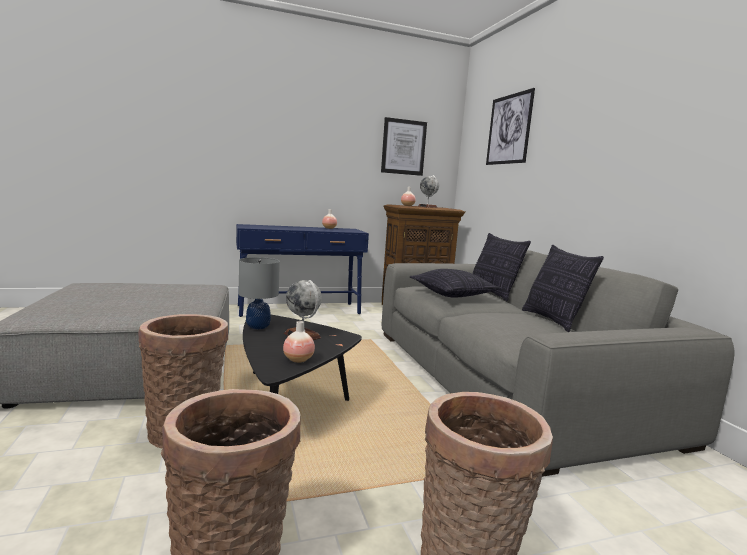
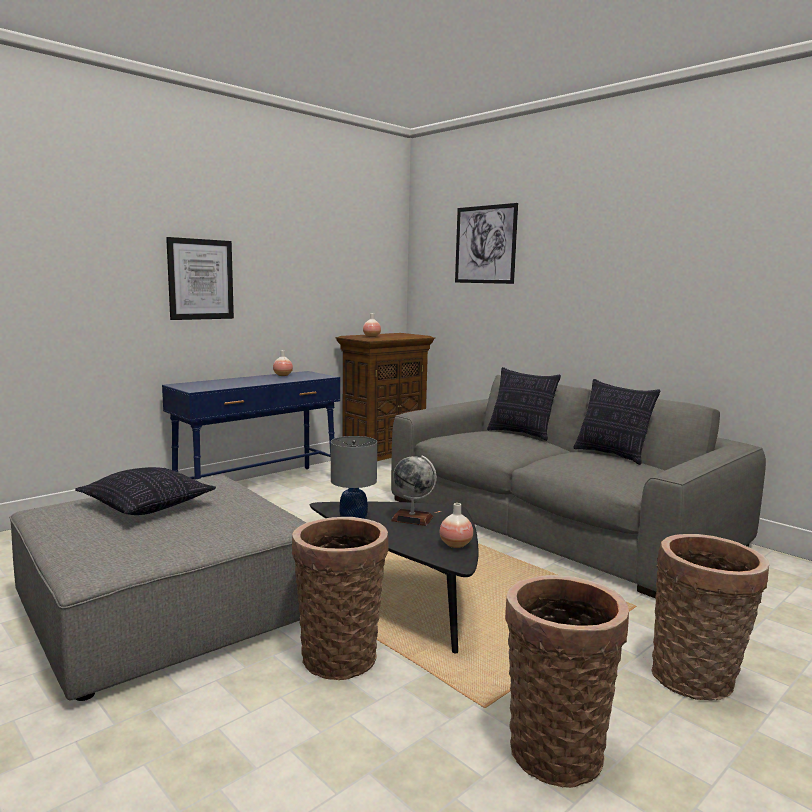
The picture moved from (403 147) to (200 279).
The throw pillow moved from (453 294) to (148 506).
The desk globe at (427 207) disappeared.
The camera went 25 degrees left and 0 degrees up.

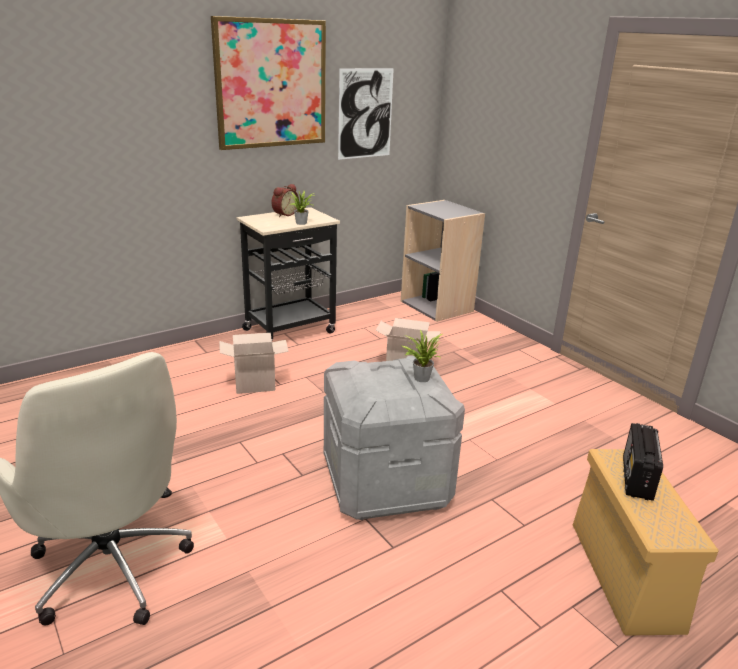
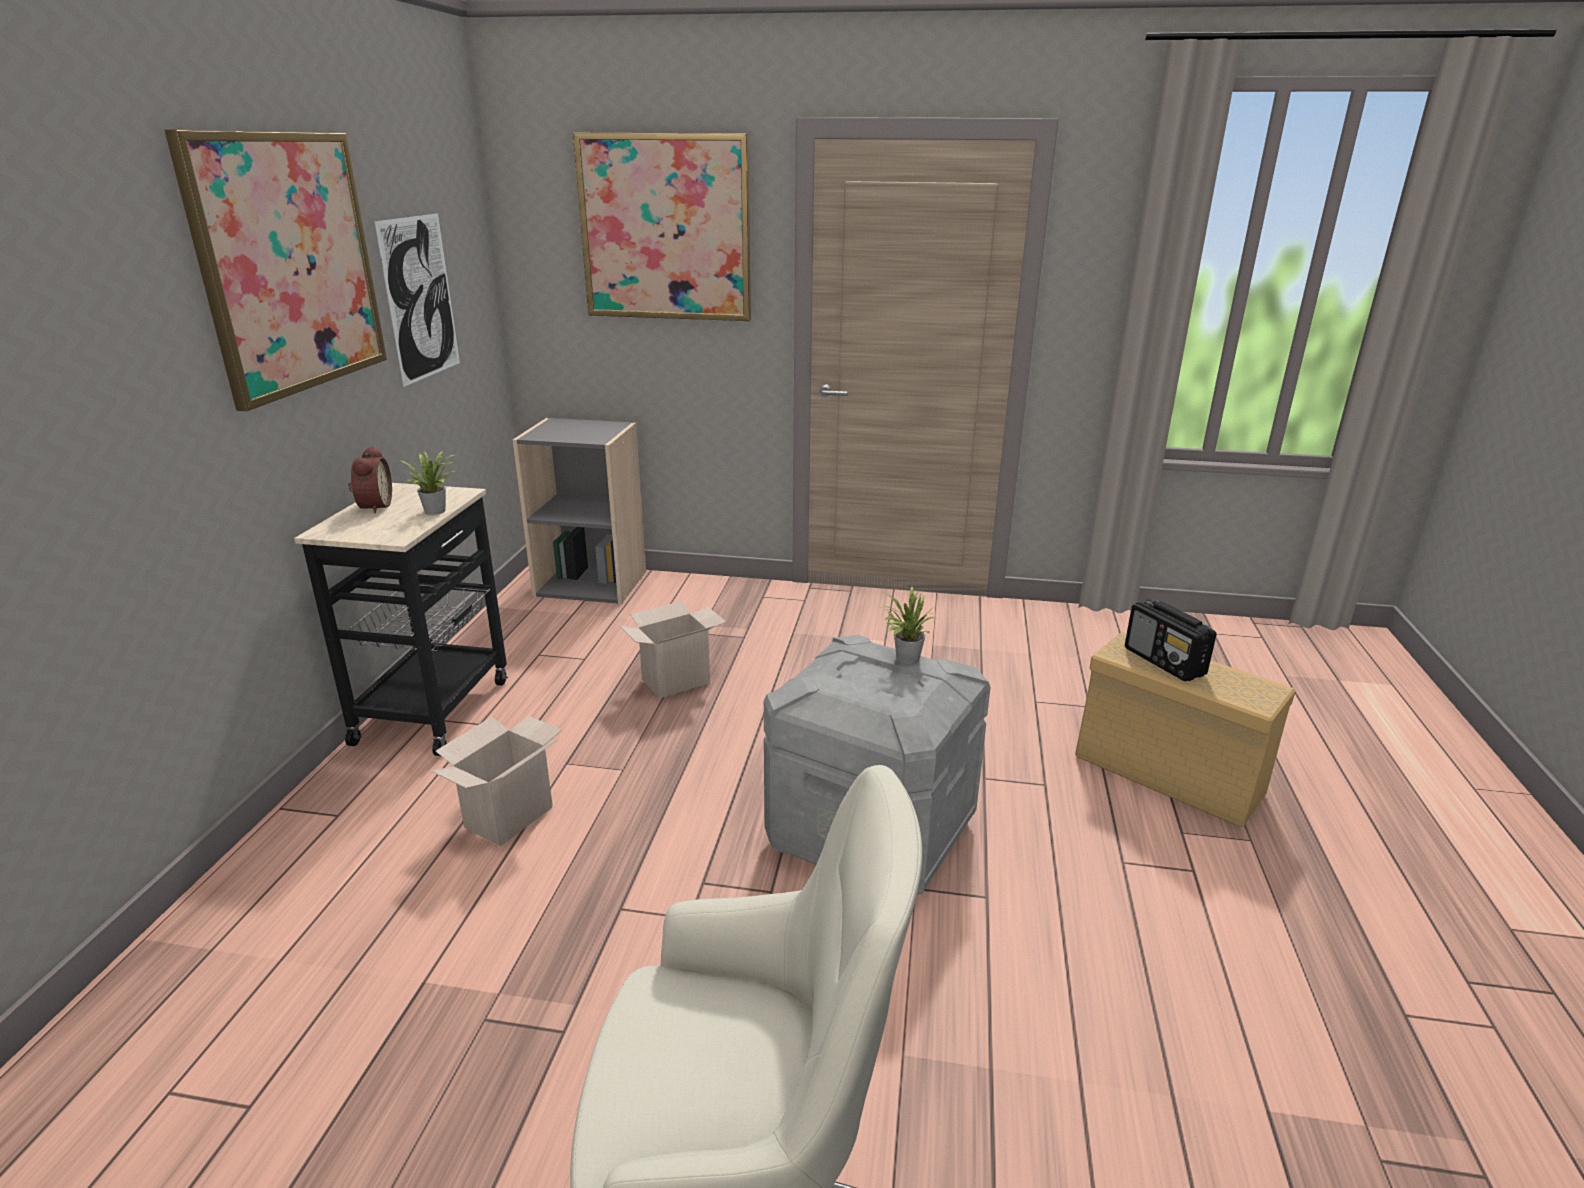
The picture at (665 228) appeared.
The camera went 45 degrees left and 0 degrees up.

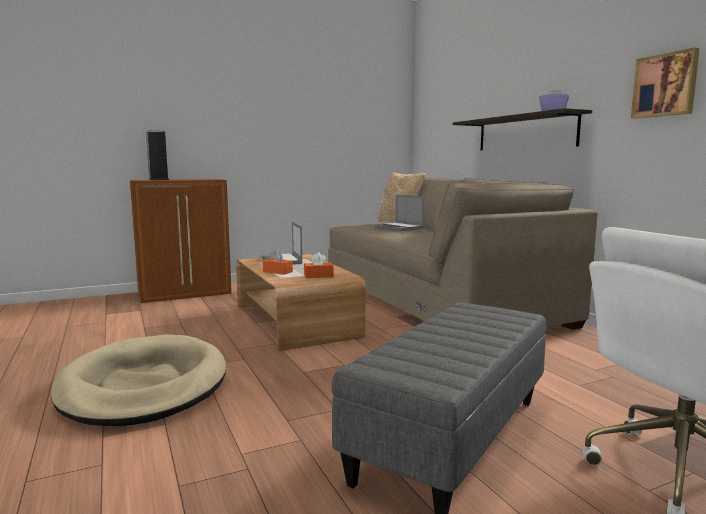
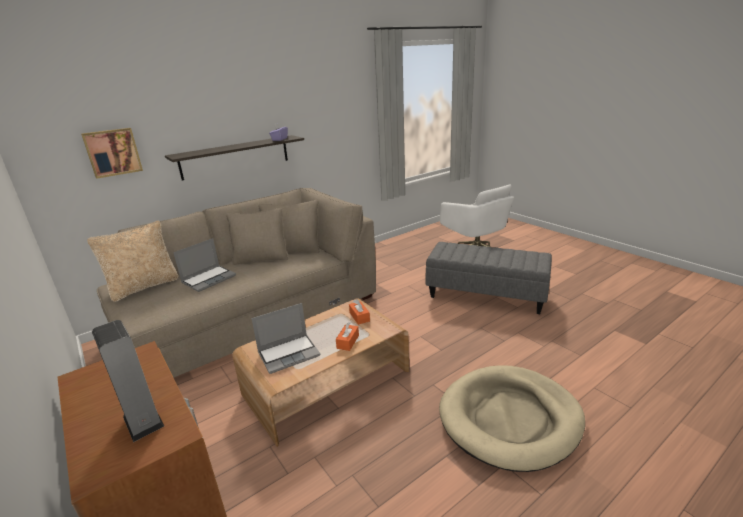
The picture moved from (665 85) to (112 152).
The camera went 100 degrees left and 15 degrees up.

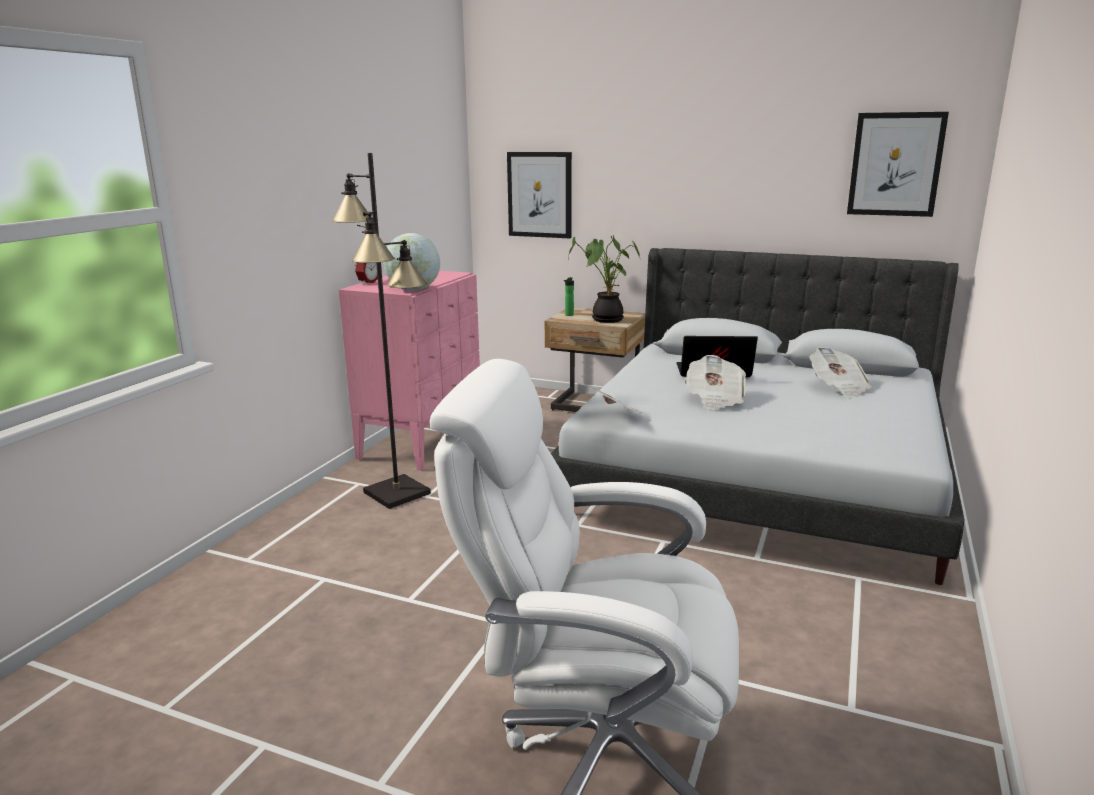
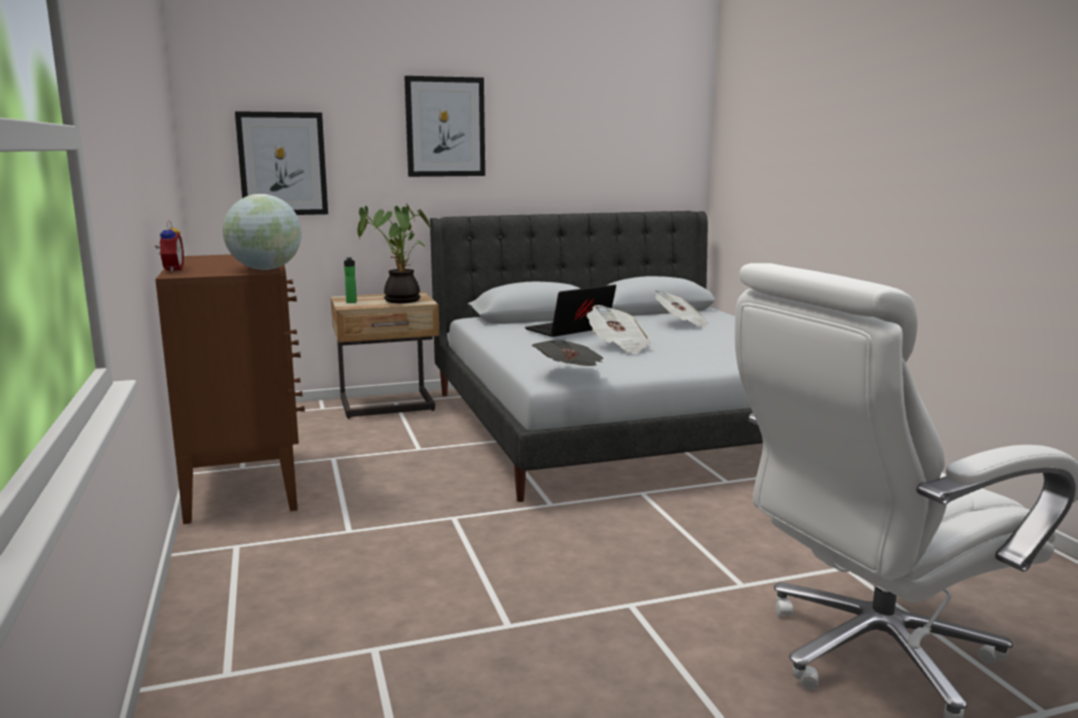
The black-coloured floor lamp at (397 492) disappeared.
The pinkish dresser at (422 443) became the brown-coloured dresser at (247 484).
The picture moved from (895 164) to (445 127).
The camera went 40 degrees left and 5 degrees down.

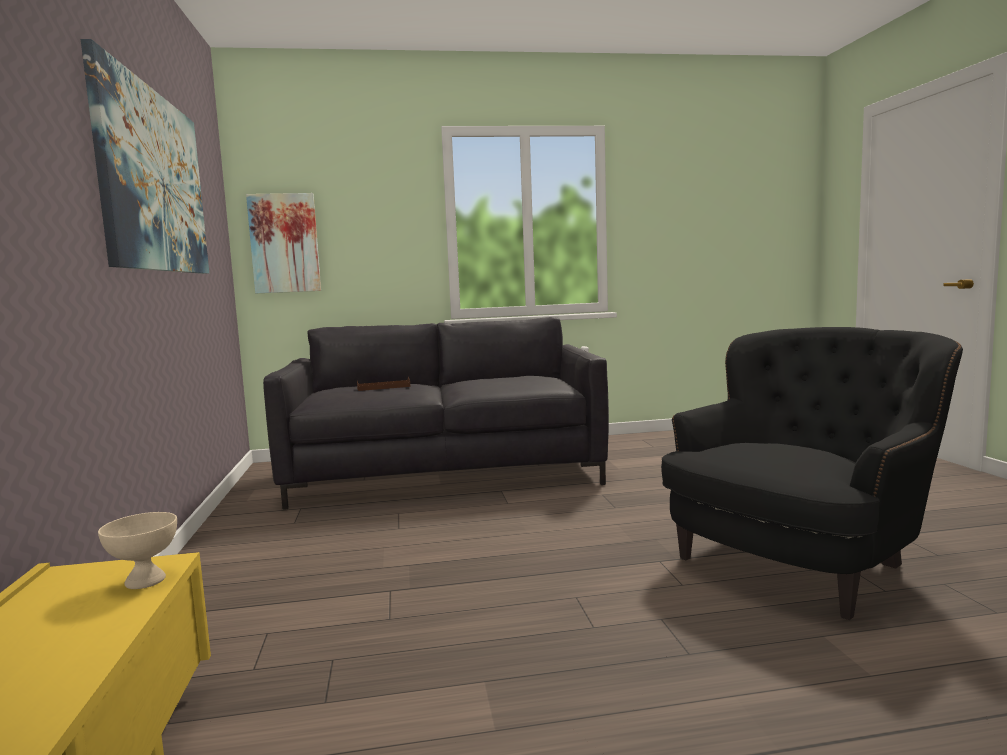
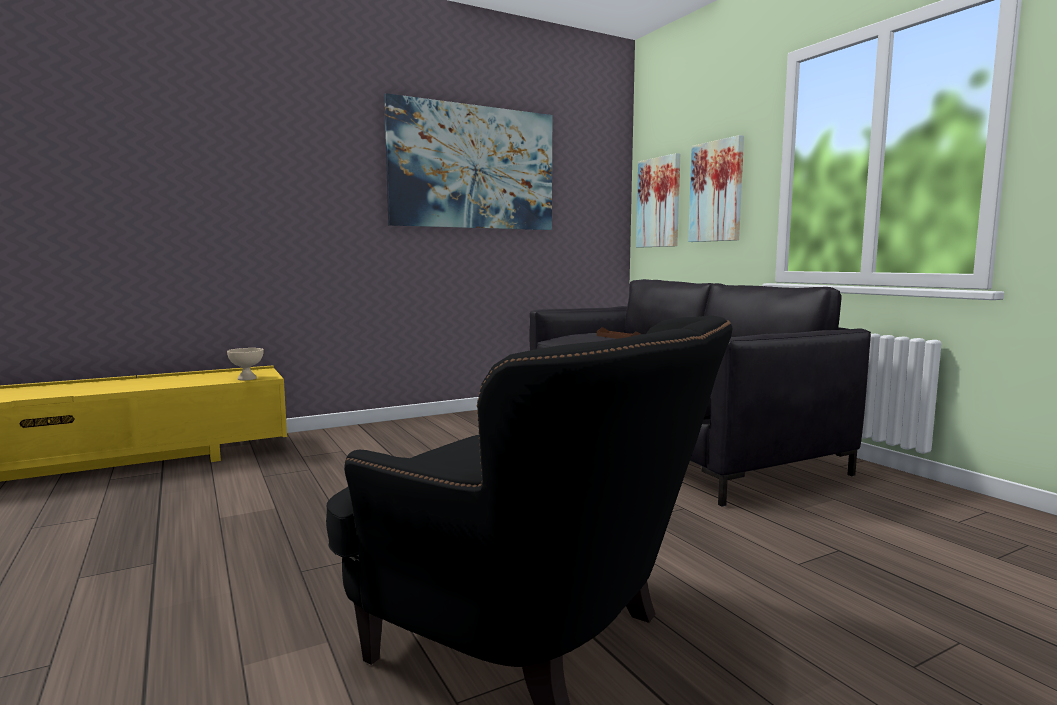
The picture at (716 191) appeared.
The camera went 70 degrees right and 0 degrees up.

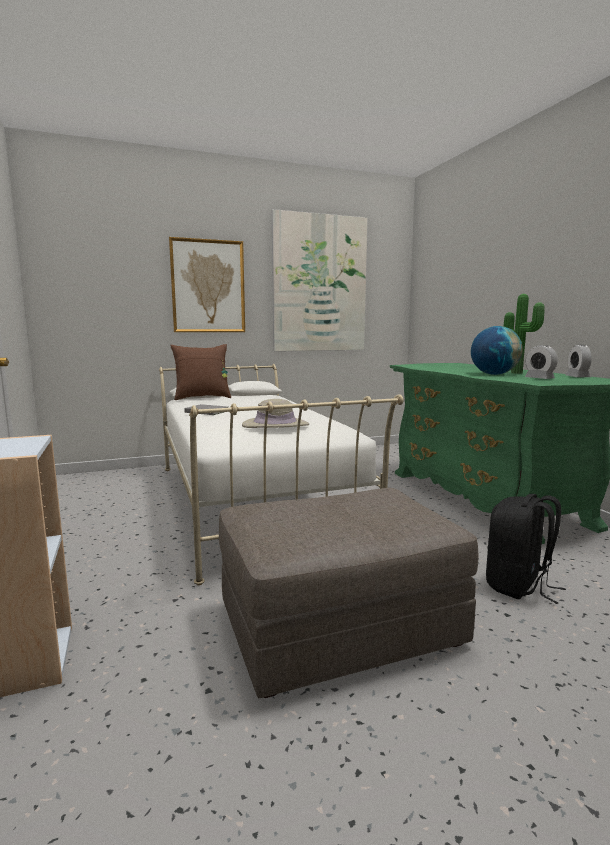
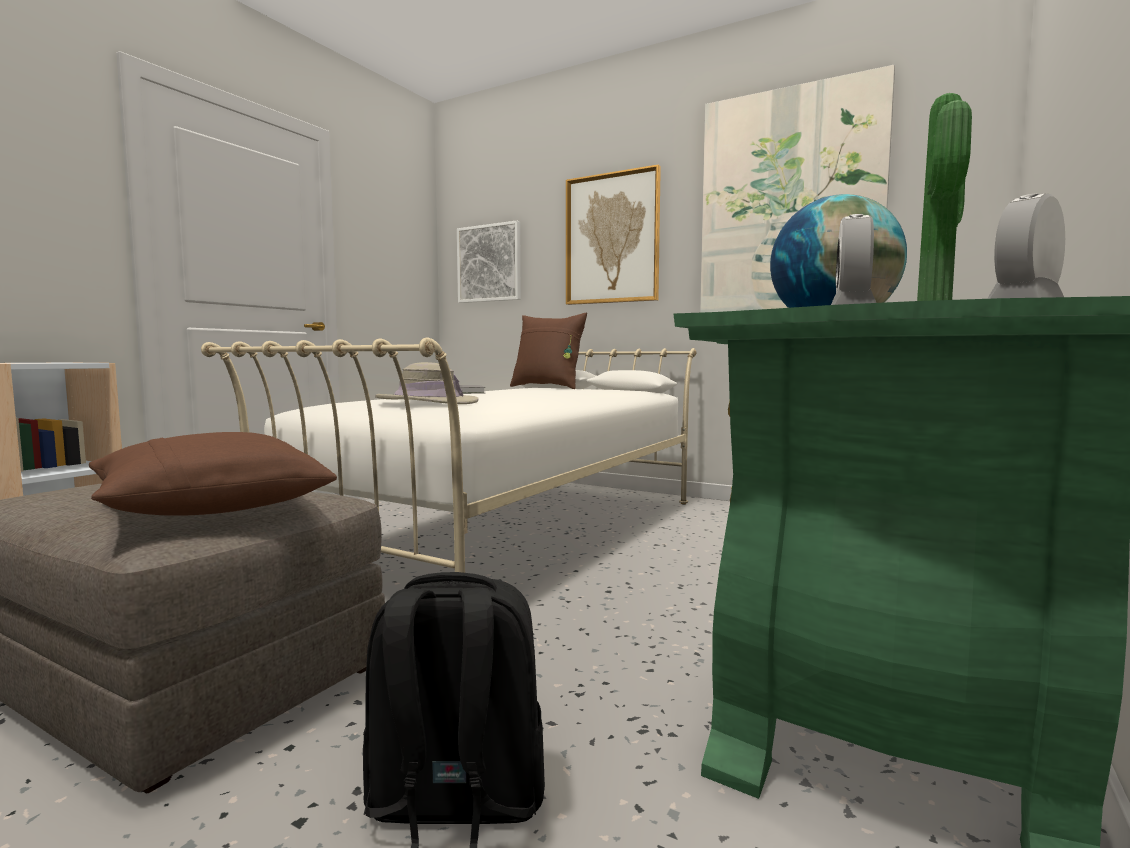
The brown-coloured throw pillow at (213 509) appeared.
The picture at (489 263) appeared.
The camera went 50 degrees right and 5 degrees down.

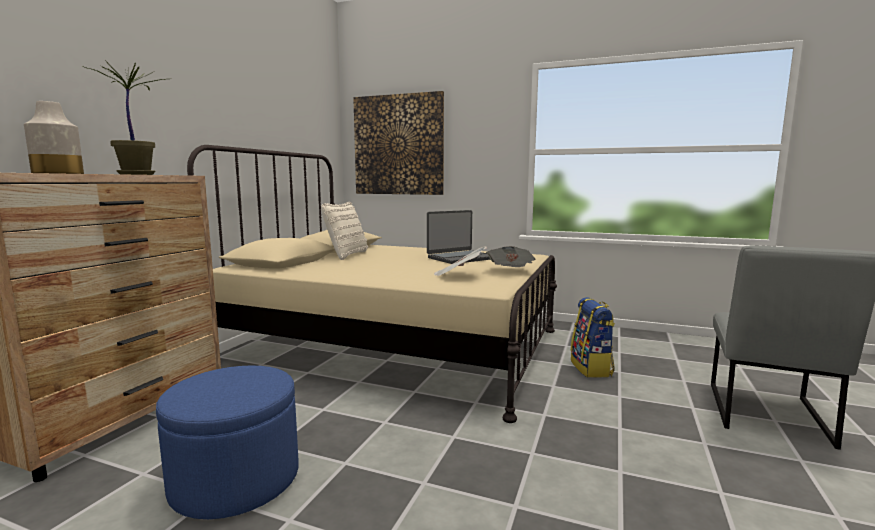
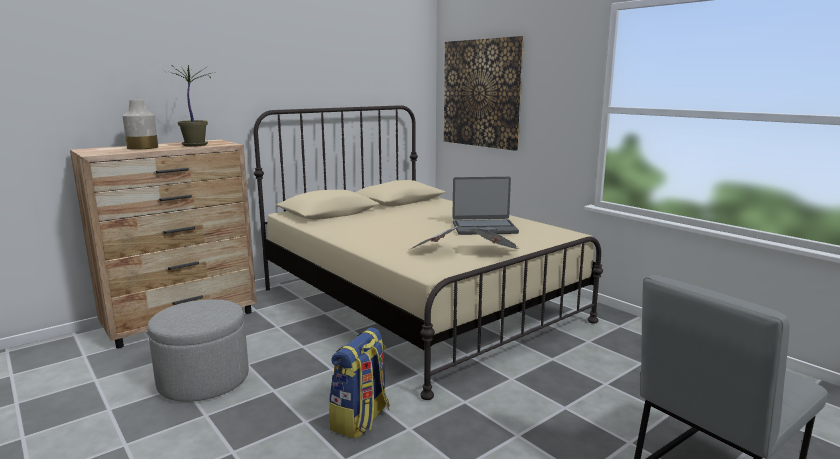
The bluish pouffe at (236 480) became the grey pouffe at (204 380).
The beige-coloured throw pillow at (346 255) disappeared.
The knapsack moved from (592 368) to (361 420).
The camera went 30 degrees right and 5 degrees up.

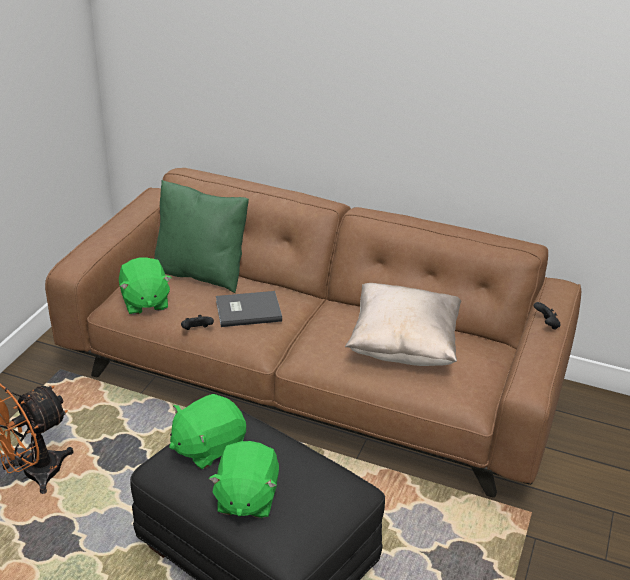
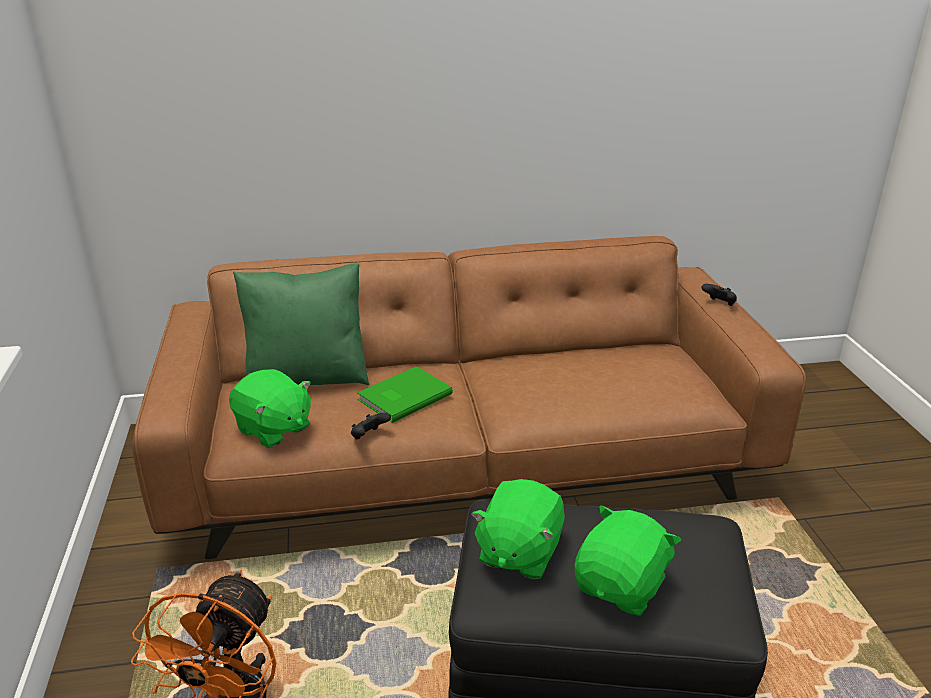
The green-coloured cuddly toy at (246 498) turned 120 degrees counterclockwise.
The grey bound book at (247 310) became the green-coloured bound book at (402 396).
The beige-coloured throw pillow at (403 347) disappeared.
The camera went 30 degrees left and 5 degrees down.

